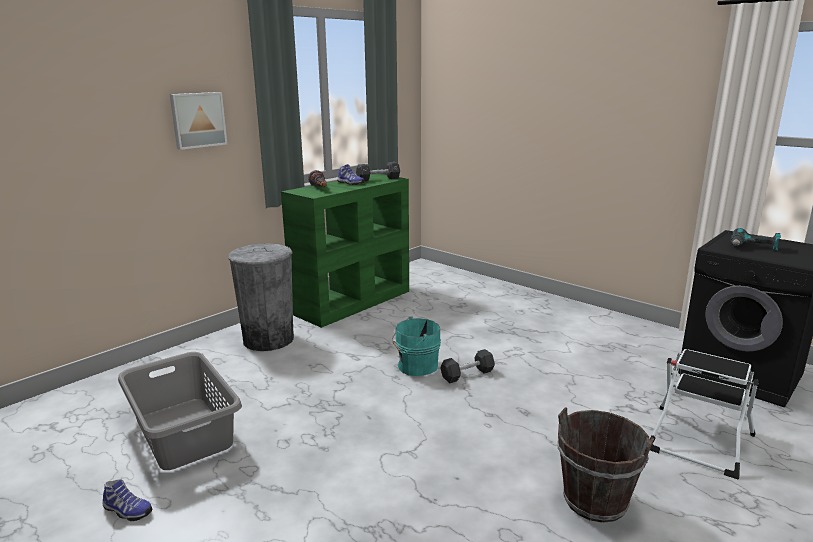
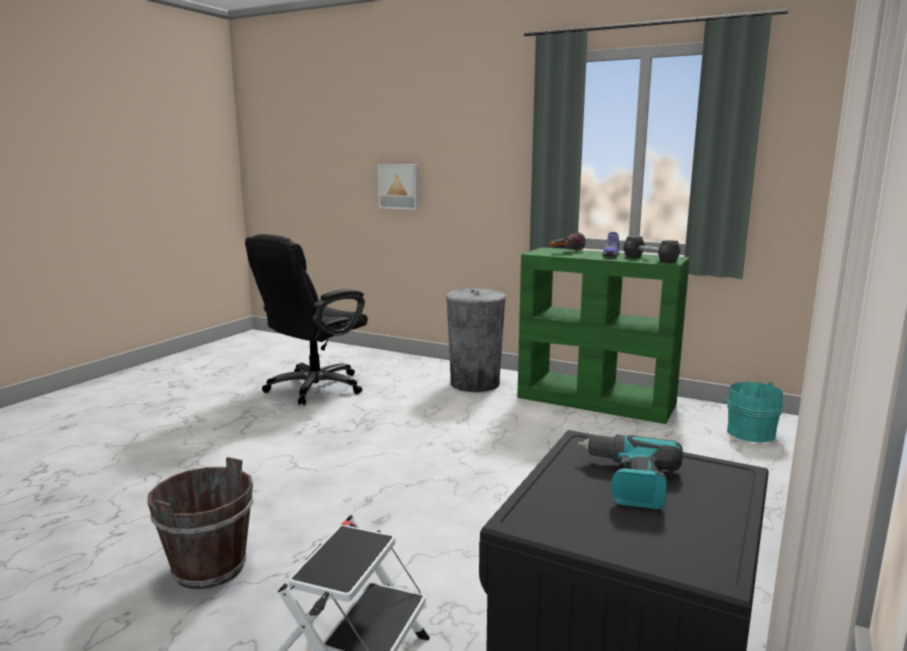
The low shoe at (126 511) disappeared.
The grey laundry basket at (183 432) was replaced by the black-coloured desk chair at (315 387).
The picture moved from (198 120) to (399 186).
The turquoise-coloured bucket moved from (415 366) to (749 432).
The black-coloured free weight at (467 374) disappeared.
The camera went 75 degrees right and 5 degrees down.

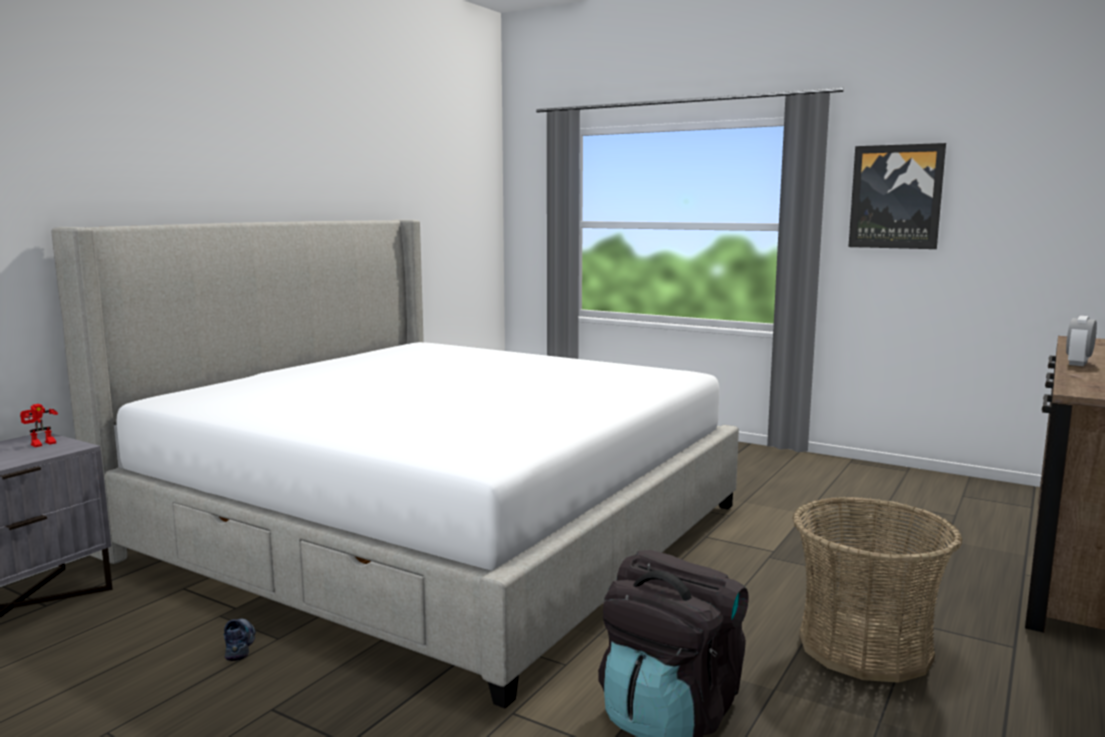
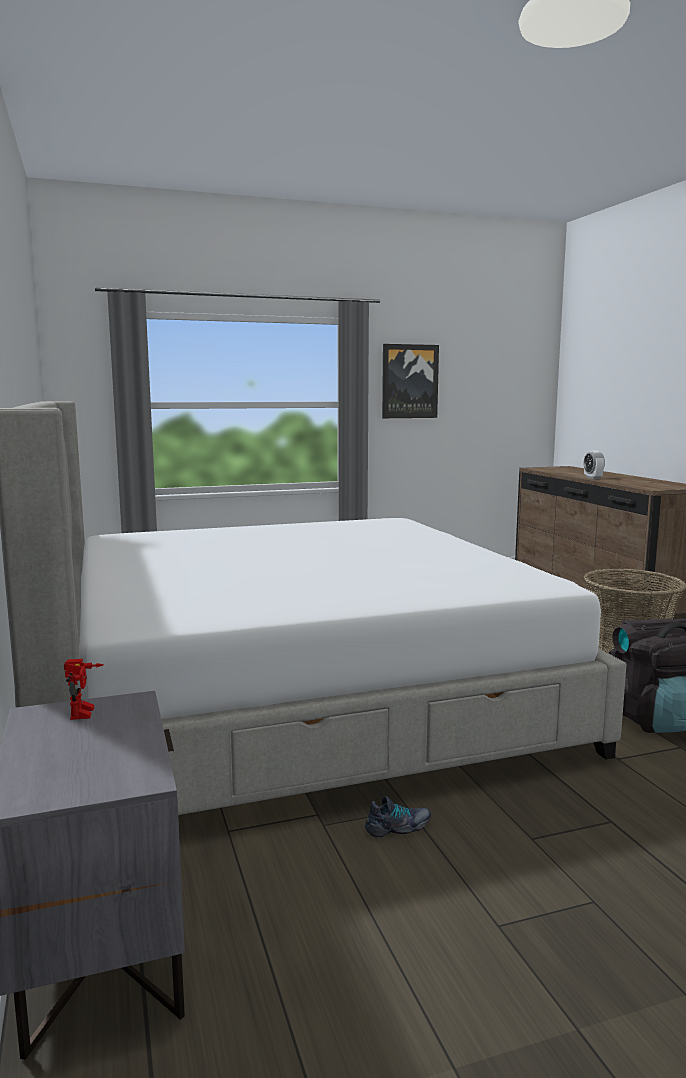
The low shoe at (240 644) turned 135 degrees clockwise.
The camera went 50 degrees left and 0 degrees up.

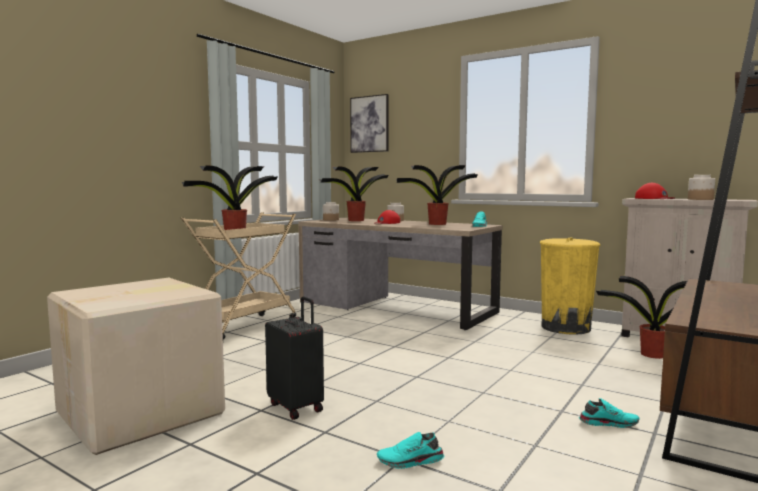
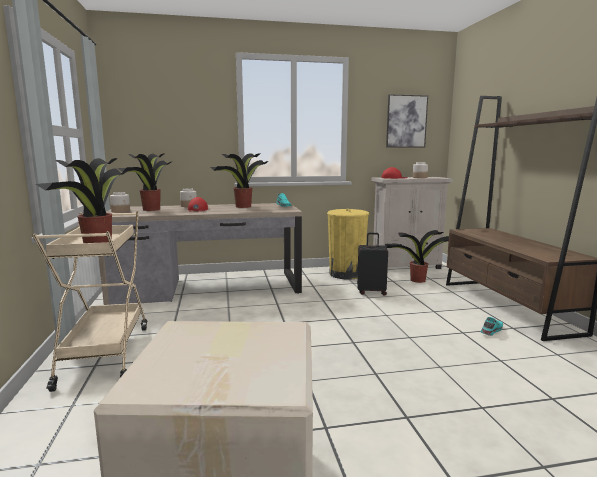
The black-coloured suitcase moved from (297 407) to (371 292).
The picture moved from (369 124) to (406 121).
The turquoise-coloured low shoe at (410 462) disappeared.
The camera went 45 degrees left and 5 degrees up.

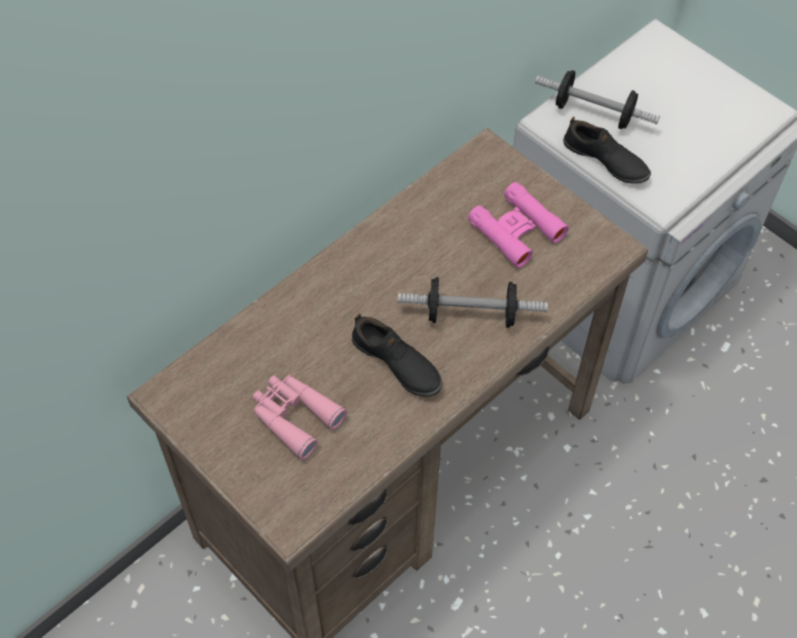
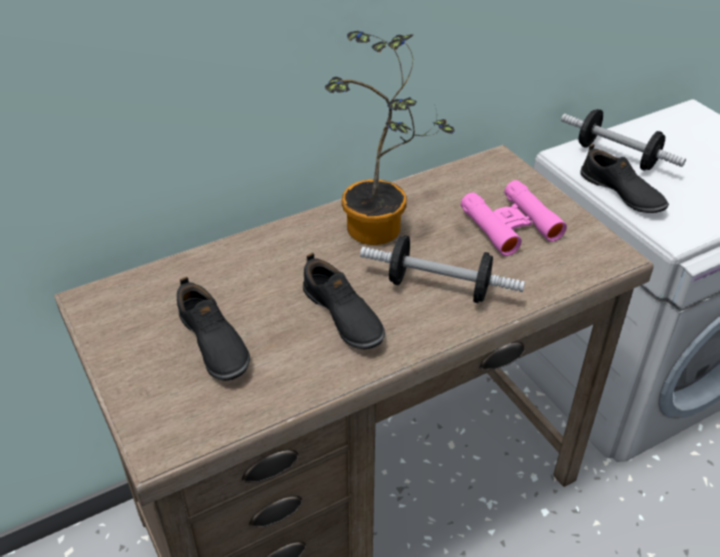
The pinkish pair of binoculars at (294 417) was replaced by the black-coloured low shoe at (212 344).
The plant in a pot at (381 231) appeared.
The camera went 15 degrees right and 15 degrees down.

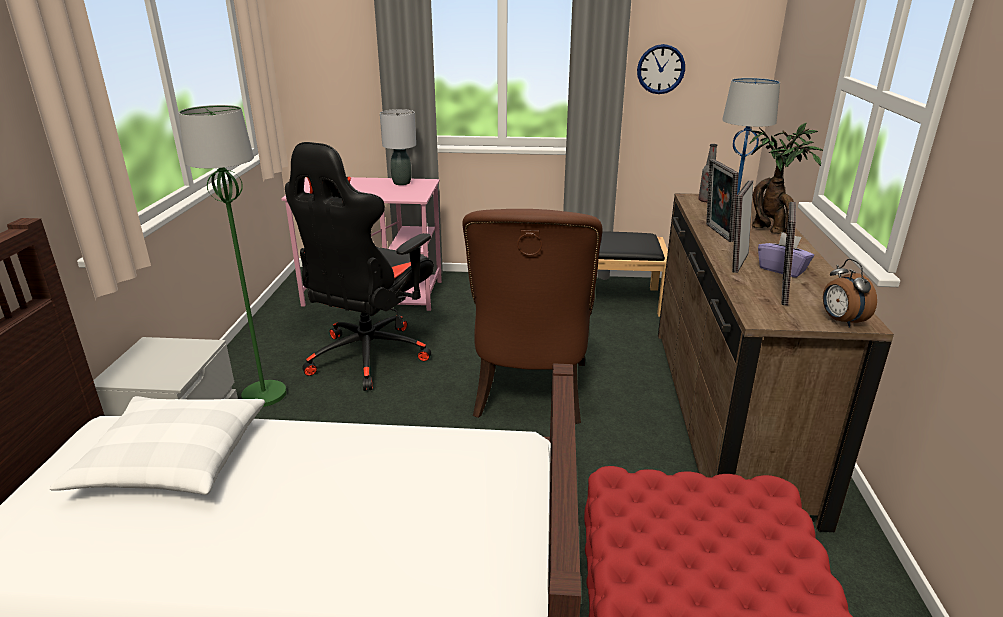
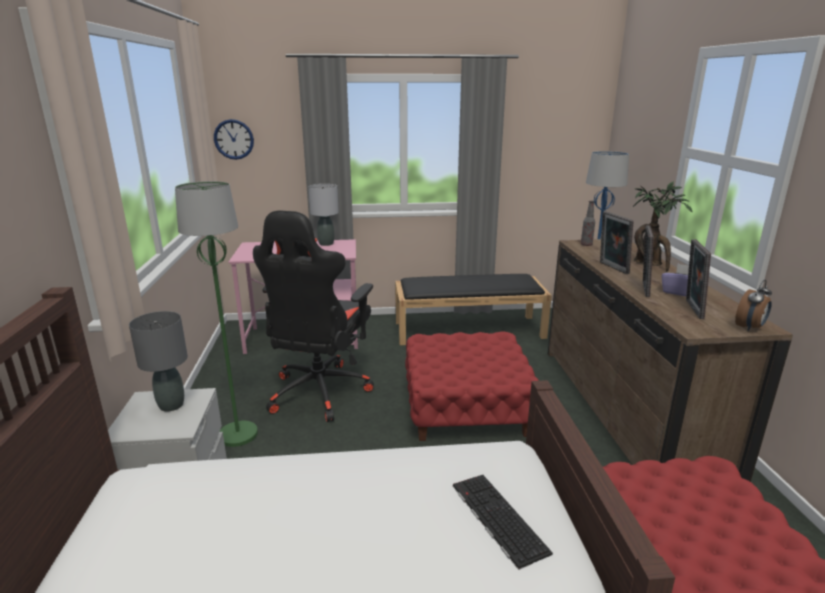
The white-coloured throw pillow at (172 459) disappeared.
The brown-coloured upright chair at (530 390) was replaced by the reddish pouffe at (466 407).
The hanging clock moved from (660 69) to (234 139).
The alarm clock at (841 321) turned 105 degrees counterclockwise.
The grey tabletop lamp at (171 405) appeared.
The keyboard at (496 517) appeared.
The camera went 10 degrees left and 5 degrees down.

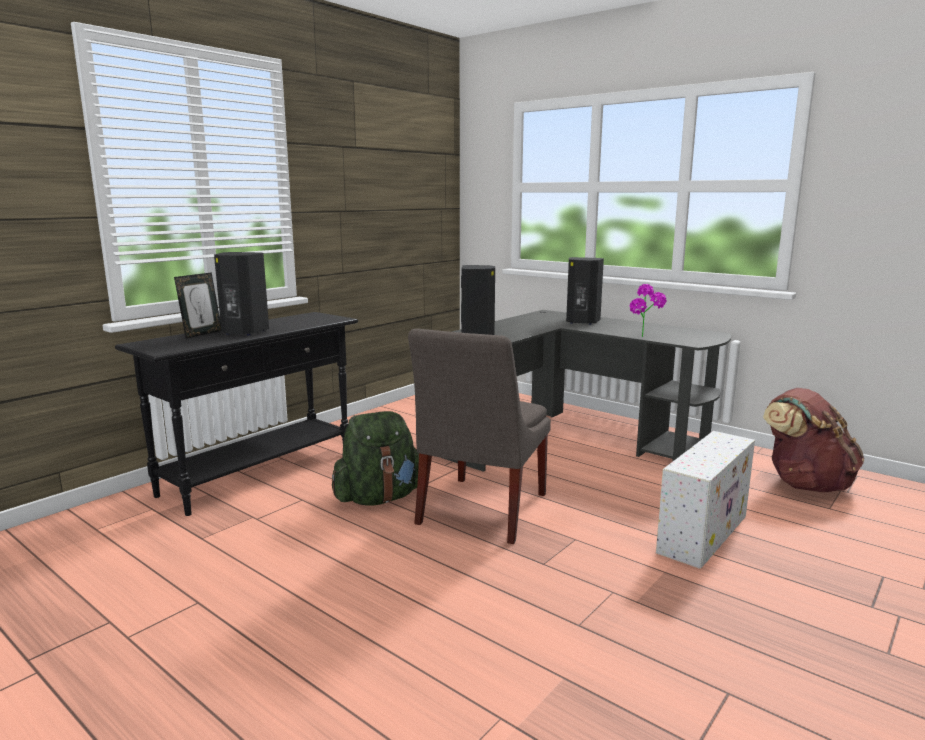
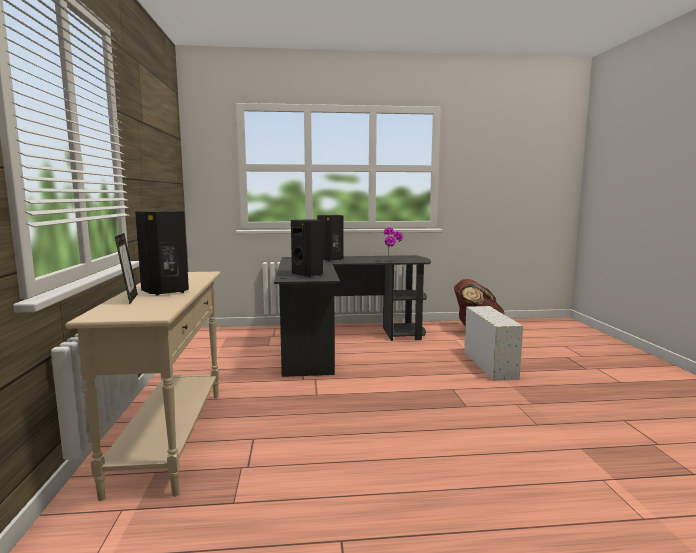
The black-coloured narrow table at (260 474) became the beige-coloured narrow table at (171 438).
The green-coloured knapsack at (379 498) disappeared.
The grey upright chair at (479 511) disappeared.
The camera went 45 degrees left and 5 degrees down.

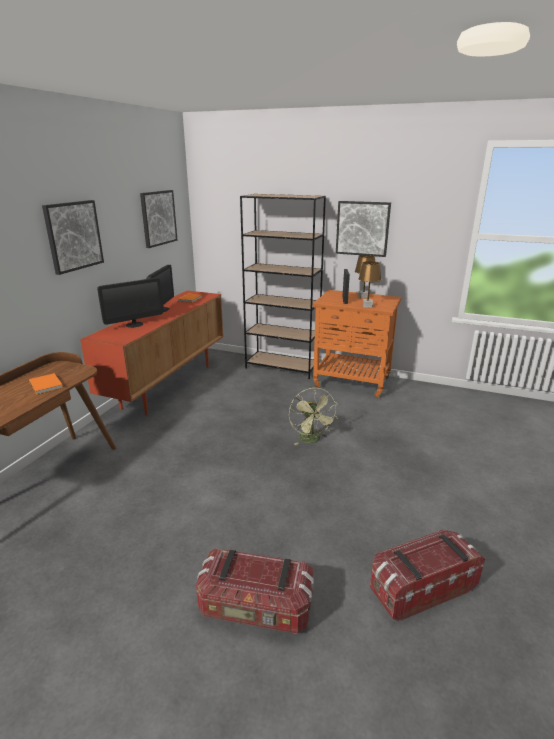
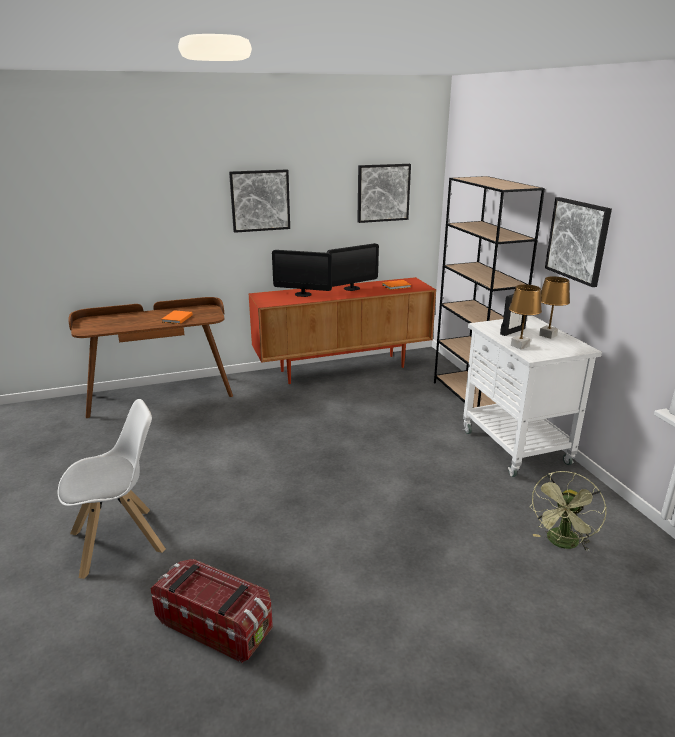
The storage box at (255 608) was replaced by the upright chair at (121 541).
The green-coloured electric fan moved from (312 440) to (562 543).
The orangey trolley at (352 383) became the white-coloured trolley at (515 448).
The camera went 50 degrees right and 0 degrees up.

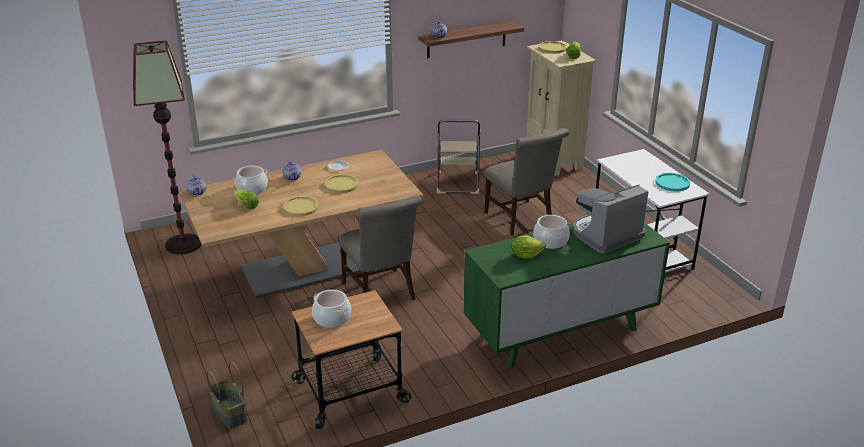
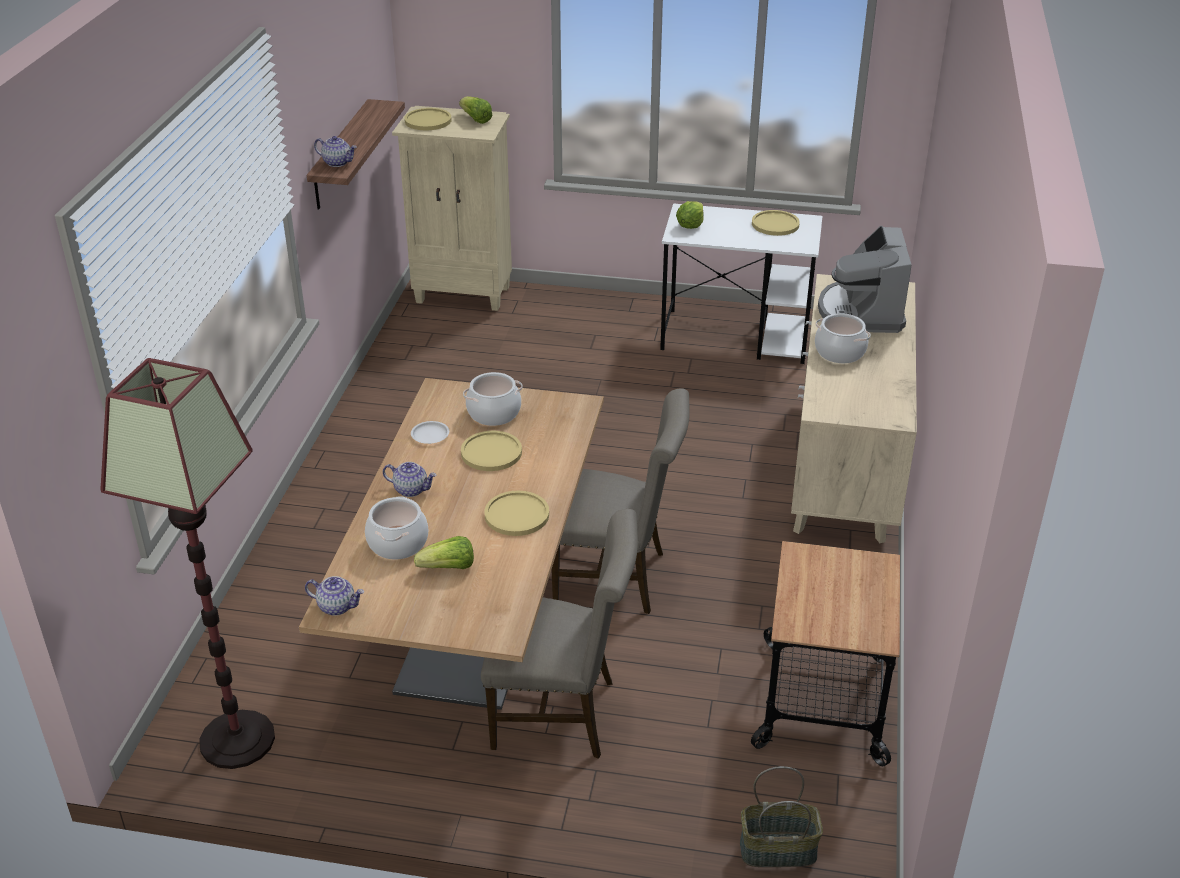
The saucepot moved from (332 318) to (494 413).
The beige-coloured step stool at (457 183) disappeared.
The green-coloured dresser at (560 333) became the beige-coloured dresser at (845 471).
The beige-coloured upright chair moved from (521 219) to (562 713).
The lettuce head moved from (525 255) to (690 225).
The turquoise-coloured plate at (672 183) became the yellow plate at (775 224).
The camera went 55 degrees left and 5 degrees up.

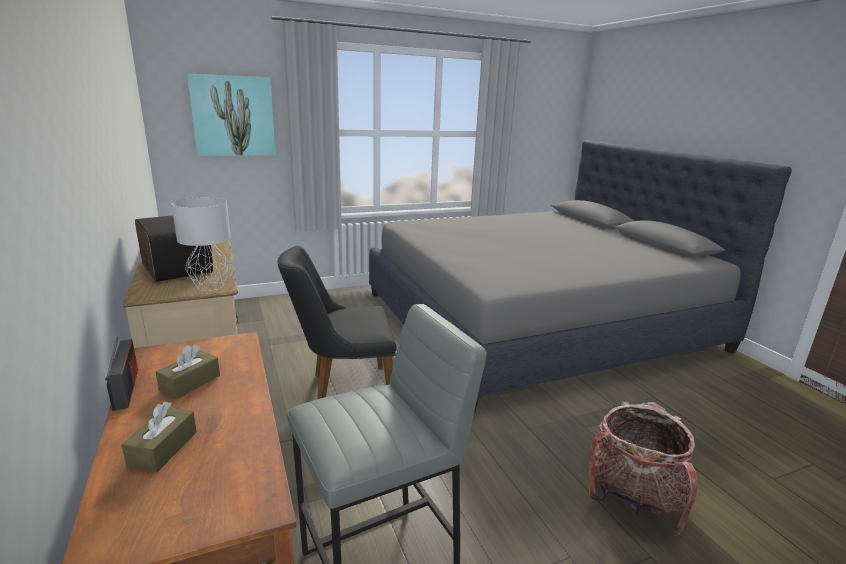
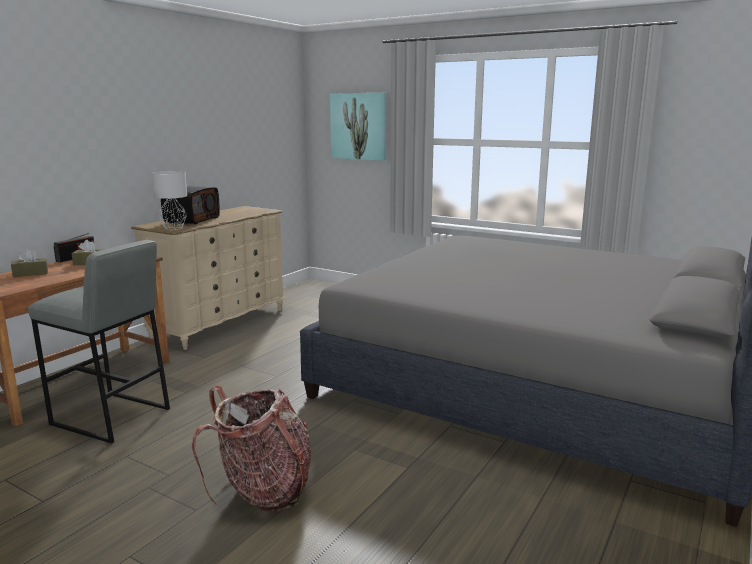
The black-coloured upright chair at (342 390) disappeared.
The camera went 55 degrees right and 5 degrees down.

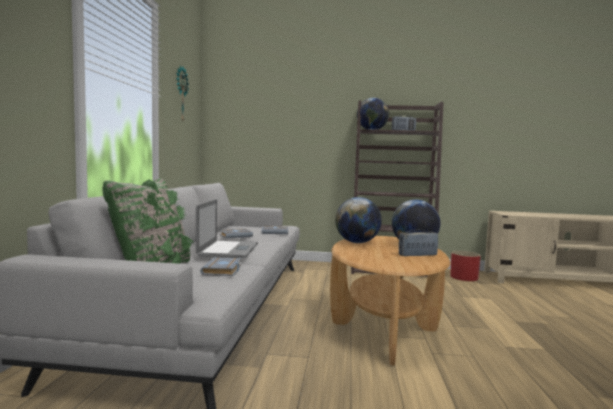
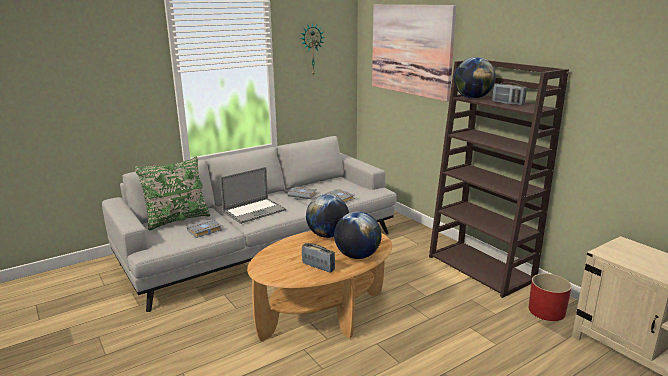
The picture at (411 50) appeared.
The camera went 50 degrees right and 15 degrees up.

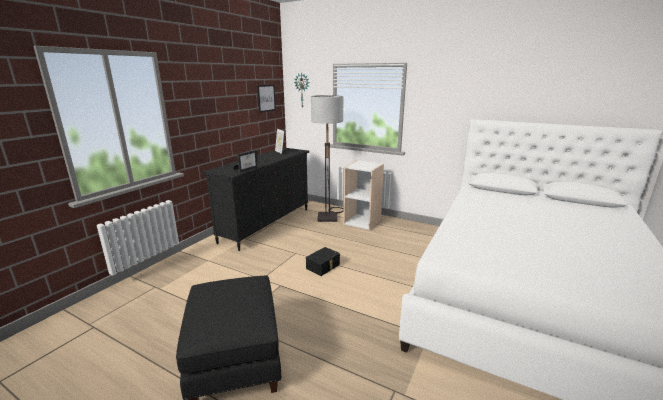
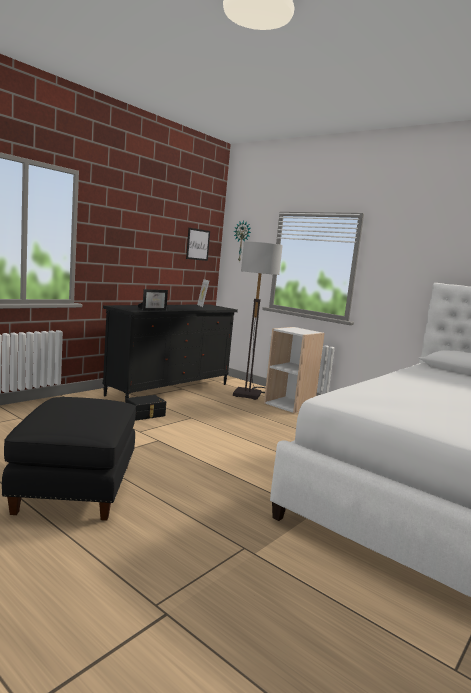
The black-coloured storage box moved from (323 267) to (145 414).
The camera went 10 degrees right and 10 degrees down.

